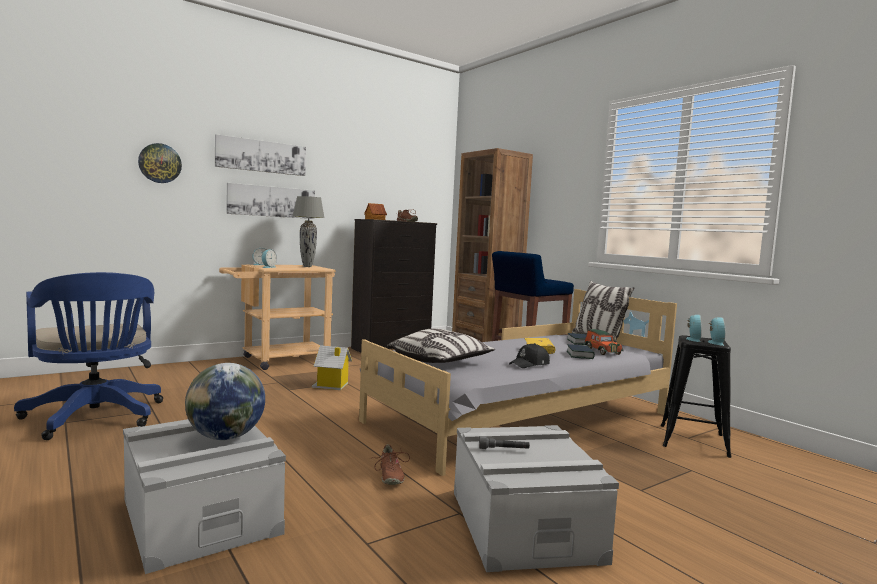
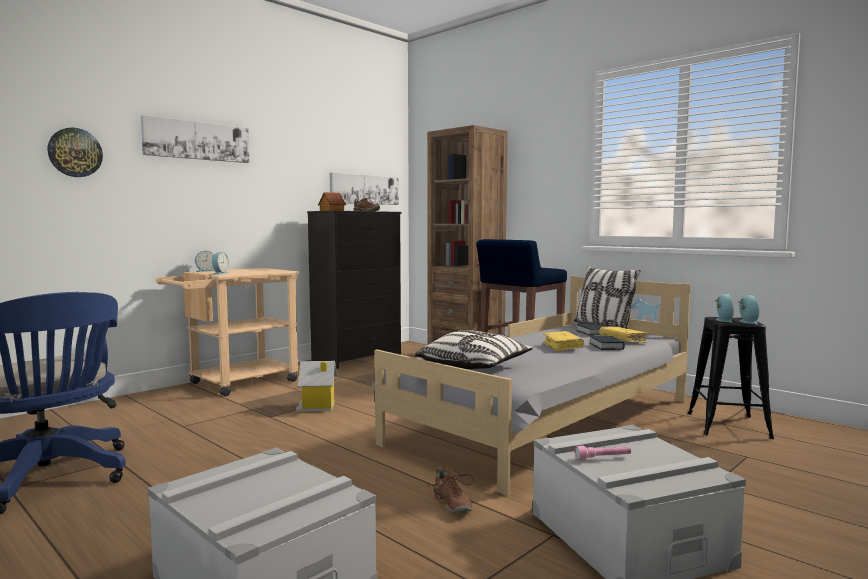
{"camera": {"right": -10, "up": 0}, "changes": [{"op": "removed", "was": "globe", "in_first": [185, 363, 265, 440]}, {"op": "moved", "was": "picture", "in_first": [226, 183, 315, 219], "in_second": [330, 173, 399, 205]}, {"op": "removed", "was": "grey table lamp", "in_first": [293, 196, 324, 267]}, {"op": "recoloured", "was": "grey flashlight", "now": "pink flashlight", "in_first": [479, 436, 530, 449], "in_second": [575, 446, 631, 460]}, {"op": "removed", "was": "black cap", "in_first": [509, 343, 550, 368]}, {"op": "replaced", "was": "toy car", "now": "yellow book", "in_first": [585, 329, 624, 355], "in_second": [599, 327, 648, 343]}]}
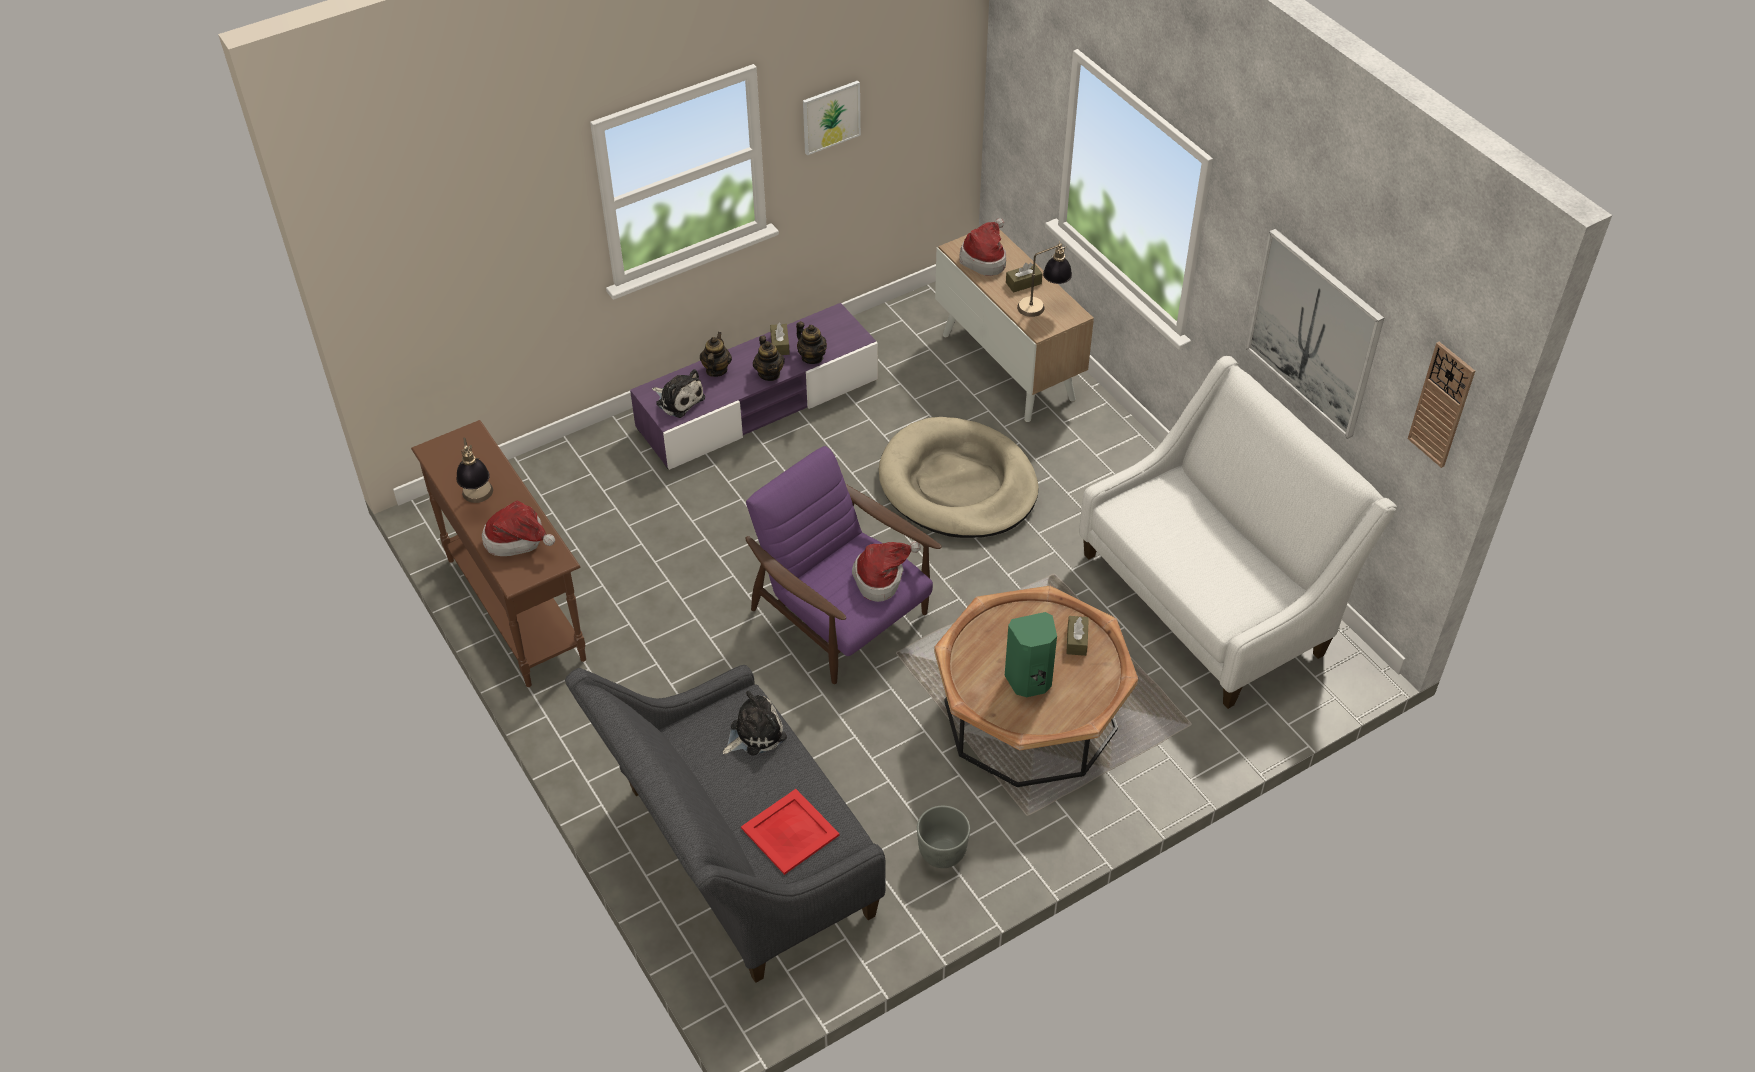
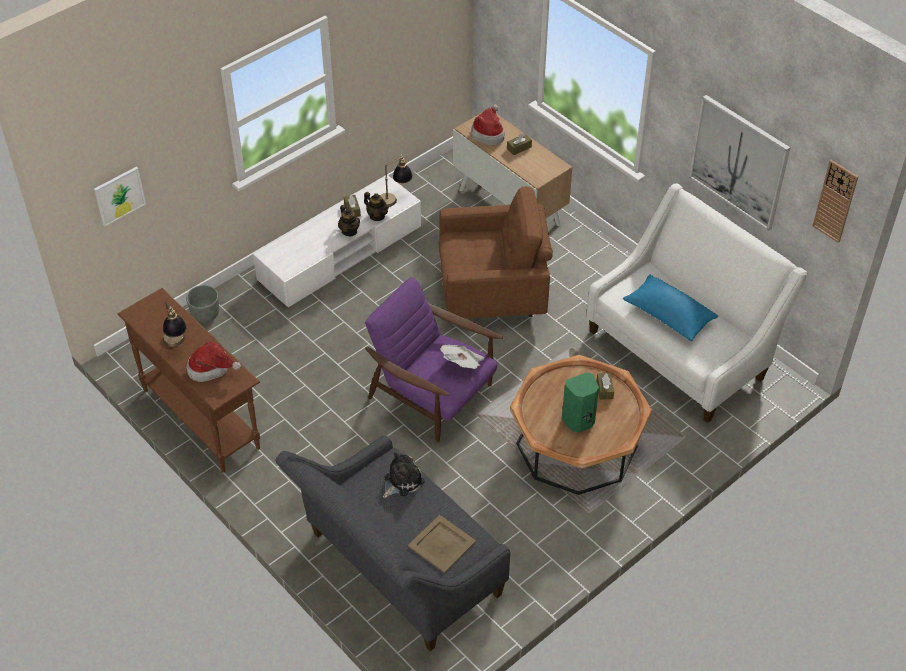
{"camera": {"right": -10, "up": 0}, "changes": [{"op": "recoloured", "was": "purple tv stand", "now": "white tv stand", "in_first": [630, 303, 878, 470], "in_second": [253, 176, 421, 307]}, {"op": "removed", "was": "plush toy", "in_first": [652, 369, 705, 418]}, {"op": "removed", "was": "teapot", "in_first": [700, 332, 732, 377]}, {"op": "recoloured", "was": "red tray", "now": "beige tray", "in_first": [741, 789, 840, 875], "in_second": [408, 515, 476, 573]}, {"op": "moved", "was": "picture", "in_first": [803, 81, 861, 155], "in_second": [94, 167, 146, 226]}, {"op": "replaced", "was": "hat", "now": "newspaper", "in_first": [852, 542, 921, 602], "in_second": [440, 345, 485, 369]}, {"op": "replaced", "was": "beige dog bed", "now": "brown armchair", "in_first": [879, 417, 1038, 538], "in_second": [439, 186, 553, 319]}, {"op": "moved", "was": "grey planter", "in_first": [917, 806, 970, 868], "in_second": [186, 285, 219, 323]}, {"op": "moved", "was": "table lamp", "in_first": [1017, 241, 1072, 317], "in_second": [380, 155, 413, 207]}, {"op": "added", "now": "blue pillow", "in_second": [623, 275, 718, 341]}]}
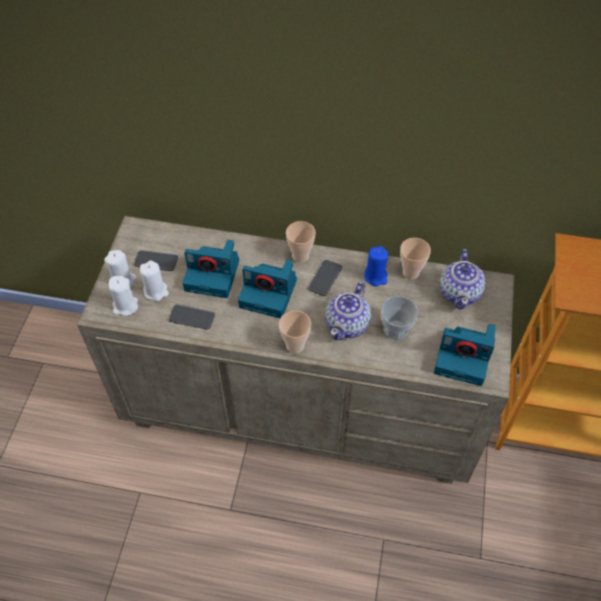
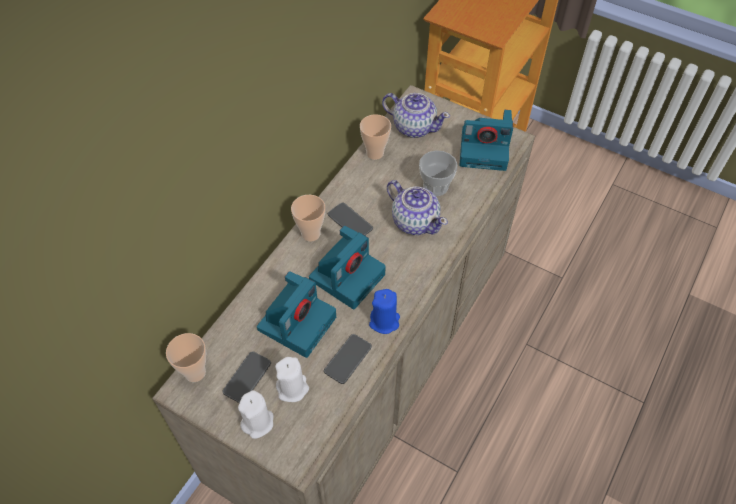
{"camera": {"right": -70, "up": 0}, "changes": [{"op": "removed", "was": "white candle", "in_first": [109, 276, 138, 316]}, {"op": "moved", "was": "cup", "in_first": [279, 311, 311, 354], "in_second": [166, 333, 206, 382]}, {"op": "moved", "was": "blue candle", "in_first": [364, 246, 388, 287], "in_second": [369, 289, 400, 334]}, {"op": "turned", "was": "photo camera", "in_first": [434, 324, 496, 386], "in_second": [460, 110, 513, 171], "clockwise": 60}]}
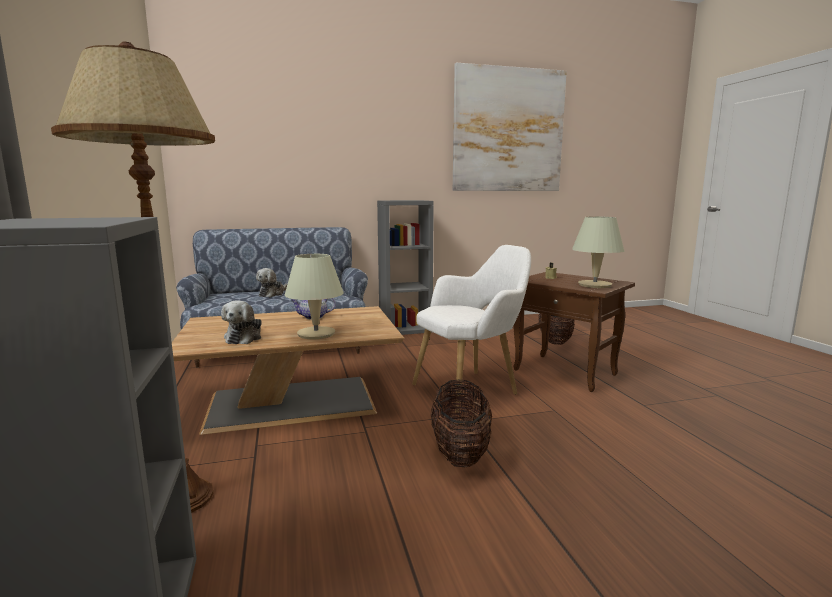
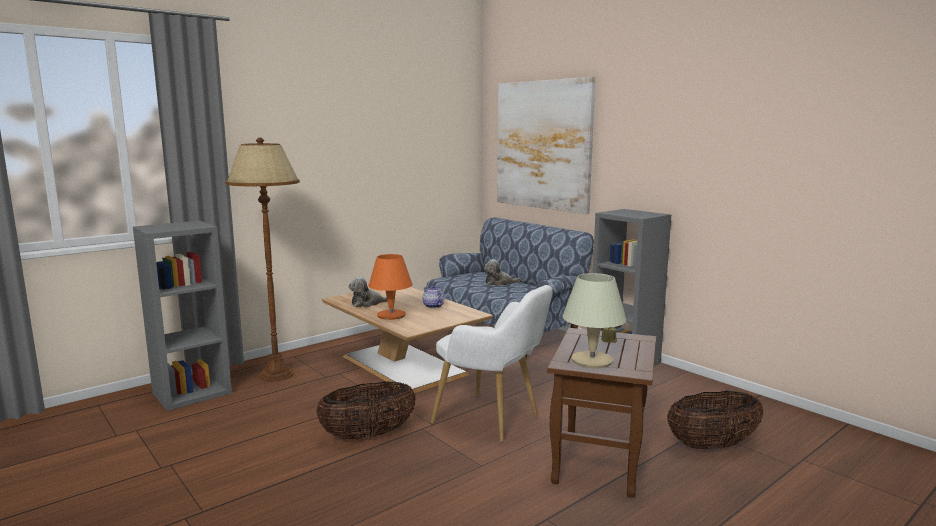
{"camera": {"right": 65, "up": 0}, "changes": [{"op": "recoloured", "was": "beige table lamp", "now": "orange table lamp", "in_first": [285, 254, 344, 339], "in_second": [368, 254, 413, 320]}, {"op": "moved", "was": "picture", "in_first": [453, 63, 567, 191], "in_second": [497, 77, 595, 214]}]}
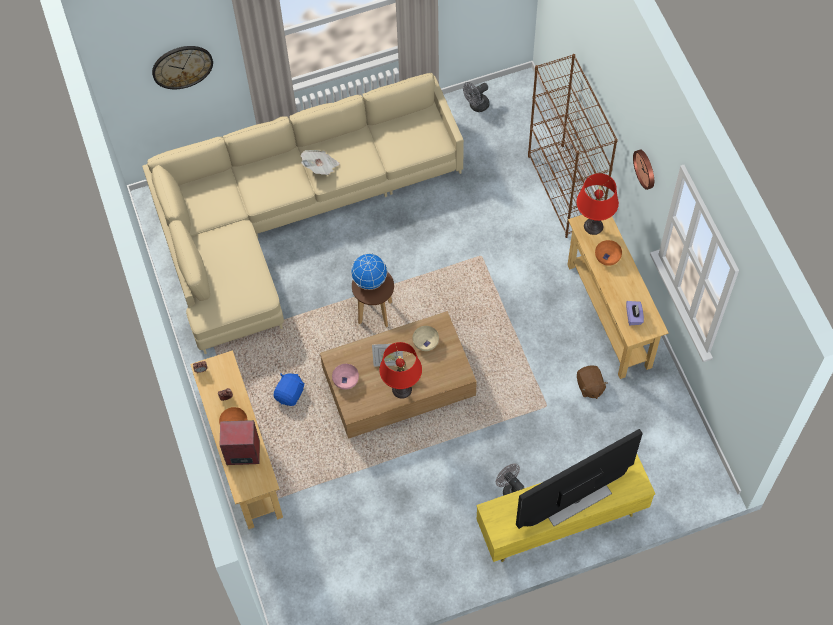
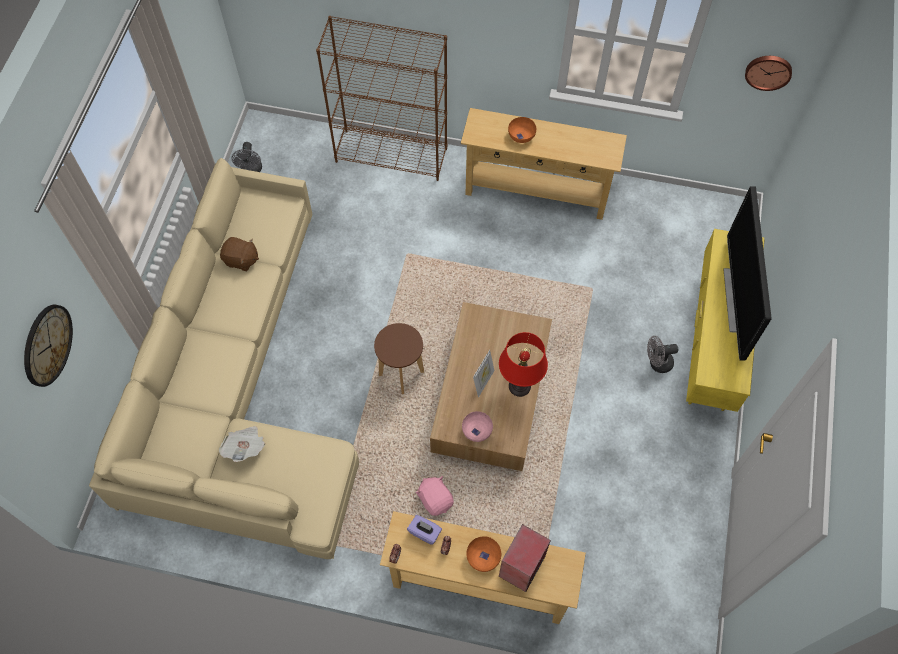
{"camera": {"right": -60, "up": 0}, "changes": [{"op": "recoloured", "was": "blue plush toy", "now": "pink plush toy", "in_first": [274, 373, 304, 406], "in_second": [416, 476, 454, 516]}, {"op": "moved", "was": "newspaper", "in_first": [301, 150, 340, 175], "in_second": [219, 426, 265, 462]}, {"op": "removed", "was": "globe", "in_first": [351, 253, 387, 290]}, {"op": "removed", "was": "beige bowl", "in_first": [412, 326, 439, 351]}, {"op": "removed", "was": "red table lamp", "in_first": [577, 173, 619, 235]}, {"op": "moved", "was": "brown plush toy", "in_first": [577, 366, 608, 399], "in_second": [220, 237, 259, 271]}, {"op": "moved", "was": "purple tissue box", "in_first": [626, 301, 644, 325], "in_second": [407, 515, 442, 545]}, {"op": "moved", "was": "wall clock", "in_first": [633, 149, 654, 190], "in_second": [745, 56, 792, 91]}]}
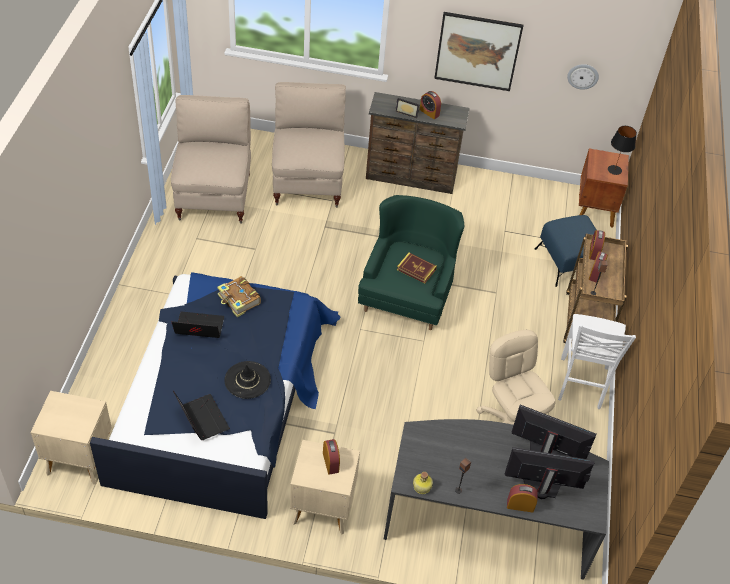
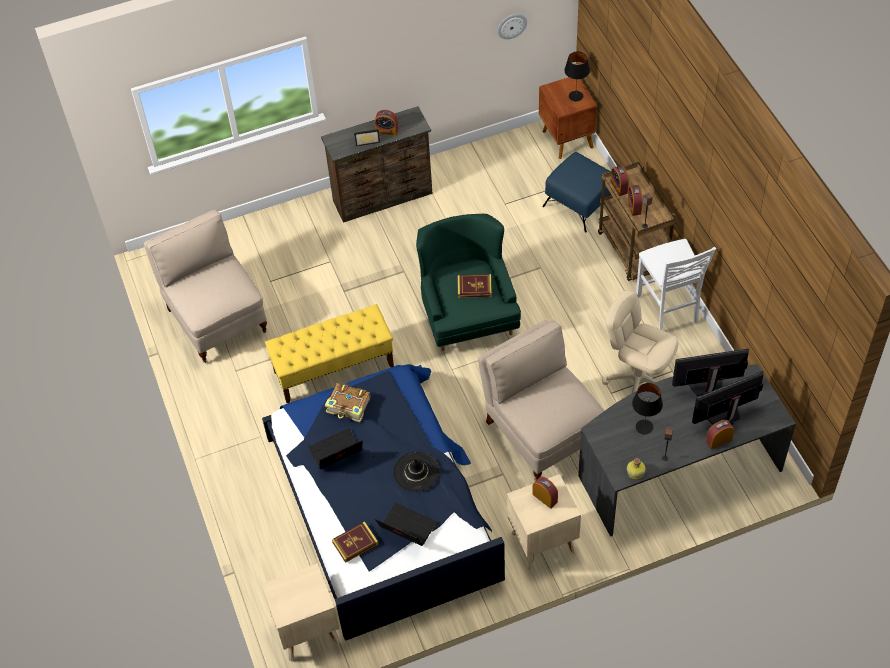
{"camera": {"right": -25, "up": 5}, "changes": [{"op": "moved", "was": "beige chair", "in_first": [272, 82, 346, 208], "in_second": [478, 320, 604, 481]}, {"op": "removed", "was": "picture", "in_first": [434, 12, 523, 91]}, {"op": "added", "now": "yellow bench", "in_second": [265, 304, 394, 403]}, {"op": "added", "now": "book", "in_second": [332, 521, 378, 563]}, {"op": "added", "now": "black table lamp", "in_second": [632, 383, 663, 434]}]}
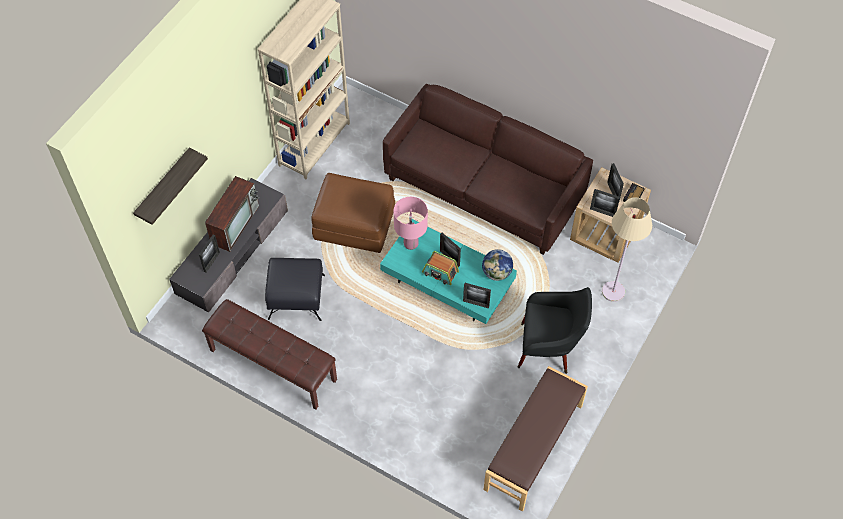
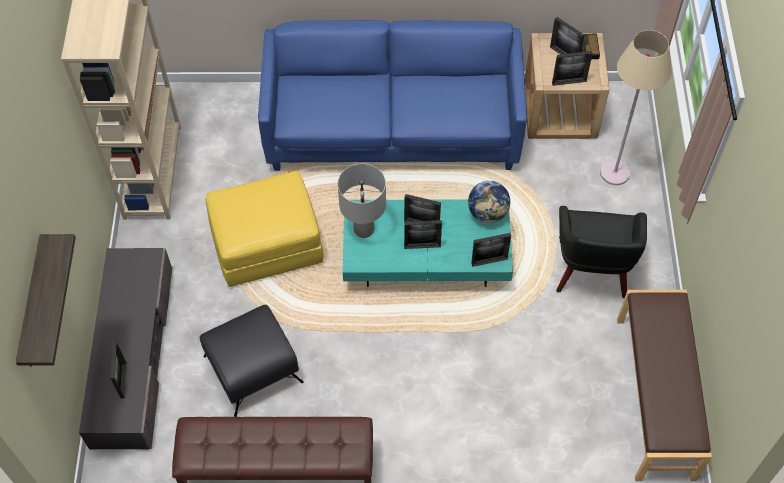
{"camera": {"right": -30, "up": 0}, "changes": [{"op": "removed", "was": "television", "in_first": [205, 176, 259, 252]}, {"op": "recoloured", "was": "brown ottoman", "now": "yellow ottoman", "in_first": [312, 173, 395, 253], "in_second": [206, 171, 324, 287]}, {"op": "recoloured", "was": "brown sofa", "now": "blue sofa", "in_first": [383, 84, 593, 255], "in_second": [258, 20, 527, 171]}, {"op": "recoloured", "was": "pink table lamp", "now": "grey table lamp", "in_first": [393, 197, 428, 250], "in_second": [338, 164, 386, 238]}, {"op": "replaced", "was": "radio", "now": "picture frame", "in_first": [422, 251, 459, 285], "in_second": [404, 220, 442, 249]}, {"op": "turned", "was": "black armchair", "in_first": [518, 287, 592, 374], "in_second": [556, 206, 647, 298], "clockwise": 120}]}
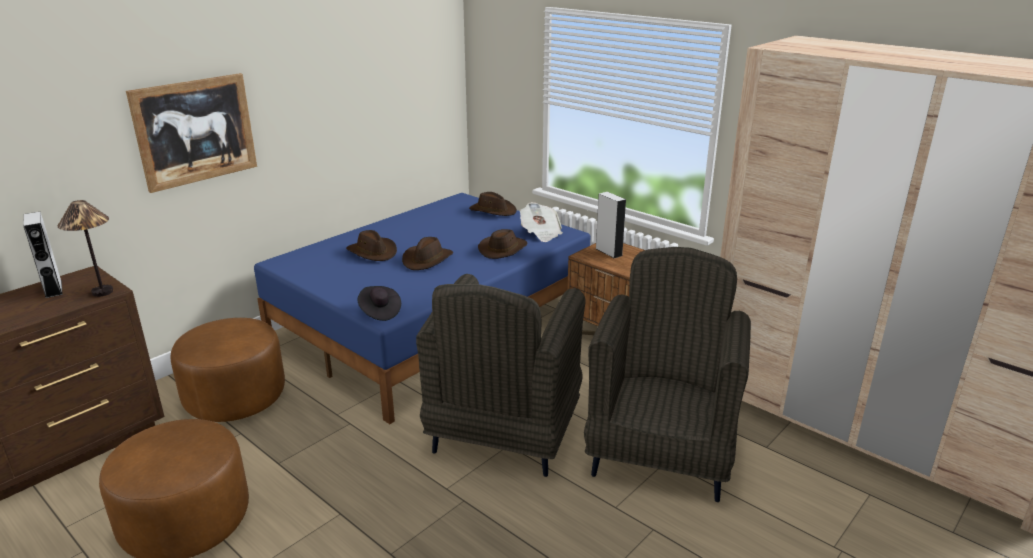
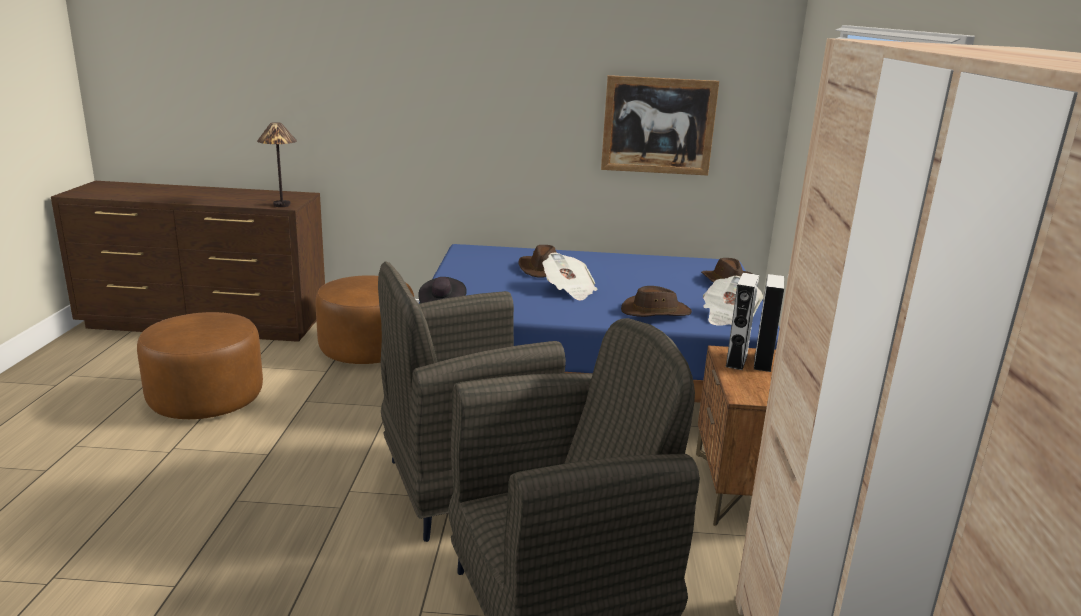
{"camera": {"right": 50, "up": -5}, "changes": [{"op": "moved", "was": "grey speaker", "in_first": [23, 211, 63, 298], "in_second": [725, 273, 759, 370]}, {"op": "moved", "was": "picture", "in_first": [126, 73, 257, 193], "in_second": [601, 75, 719, 176]}, {"op": "replaced", "was": "brown hat", "now": "newspaper", "in_first": [402, 237, 453, 270], "in_second": [542, 253, 598, 301]}]}
